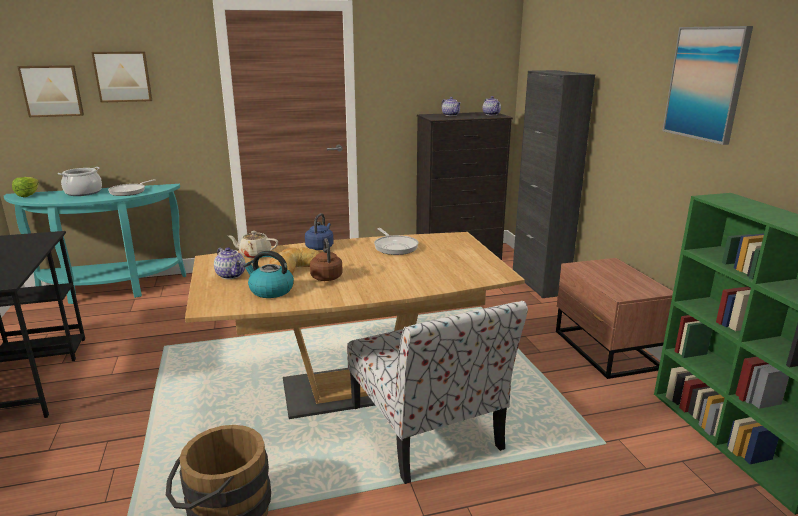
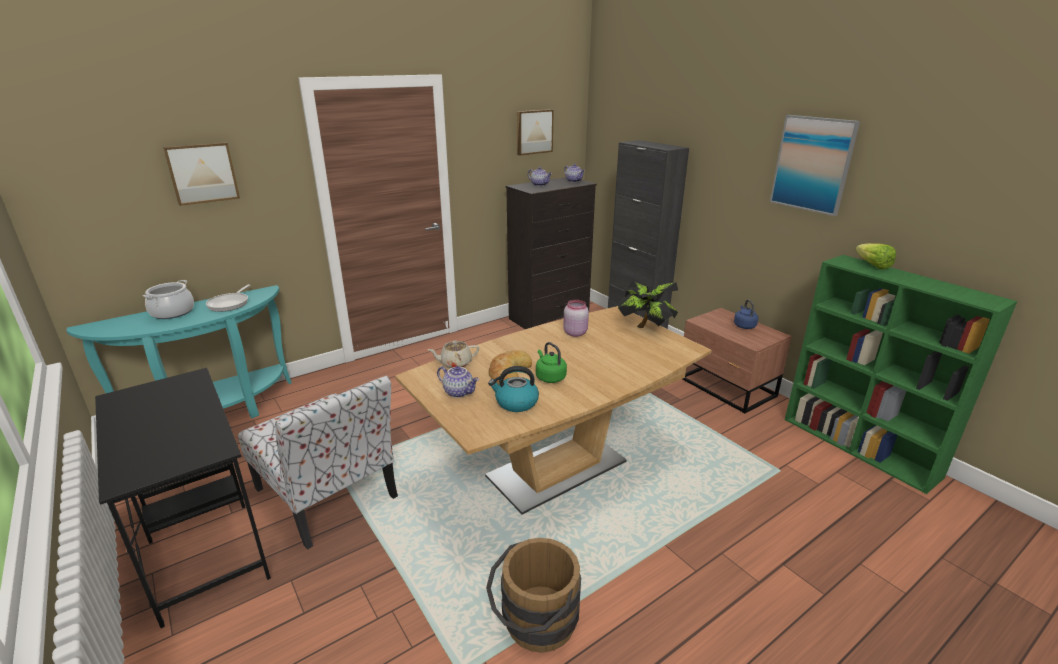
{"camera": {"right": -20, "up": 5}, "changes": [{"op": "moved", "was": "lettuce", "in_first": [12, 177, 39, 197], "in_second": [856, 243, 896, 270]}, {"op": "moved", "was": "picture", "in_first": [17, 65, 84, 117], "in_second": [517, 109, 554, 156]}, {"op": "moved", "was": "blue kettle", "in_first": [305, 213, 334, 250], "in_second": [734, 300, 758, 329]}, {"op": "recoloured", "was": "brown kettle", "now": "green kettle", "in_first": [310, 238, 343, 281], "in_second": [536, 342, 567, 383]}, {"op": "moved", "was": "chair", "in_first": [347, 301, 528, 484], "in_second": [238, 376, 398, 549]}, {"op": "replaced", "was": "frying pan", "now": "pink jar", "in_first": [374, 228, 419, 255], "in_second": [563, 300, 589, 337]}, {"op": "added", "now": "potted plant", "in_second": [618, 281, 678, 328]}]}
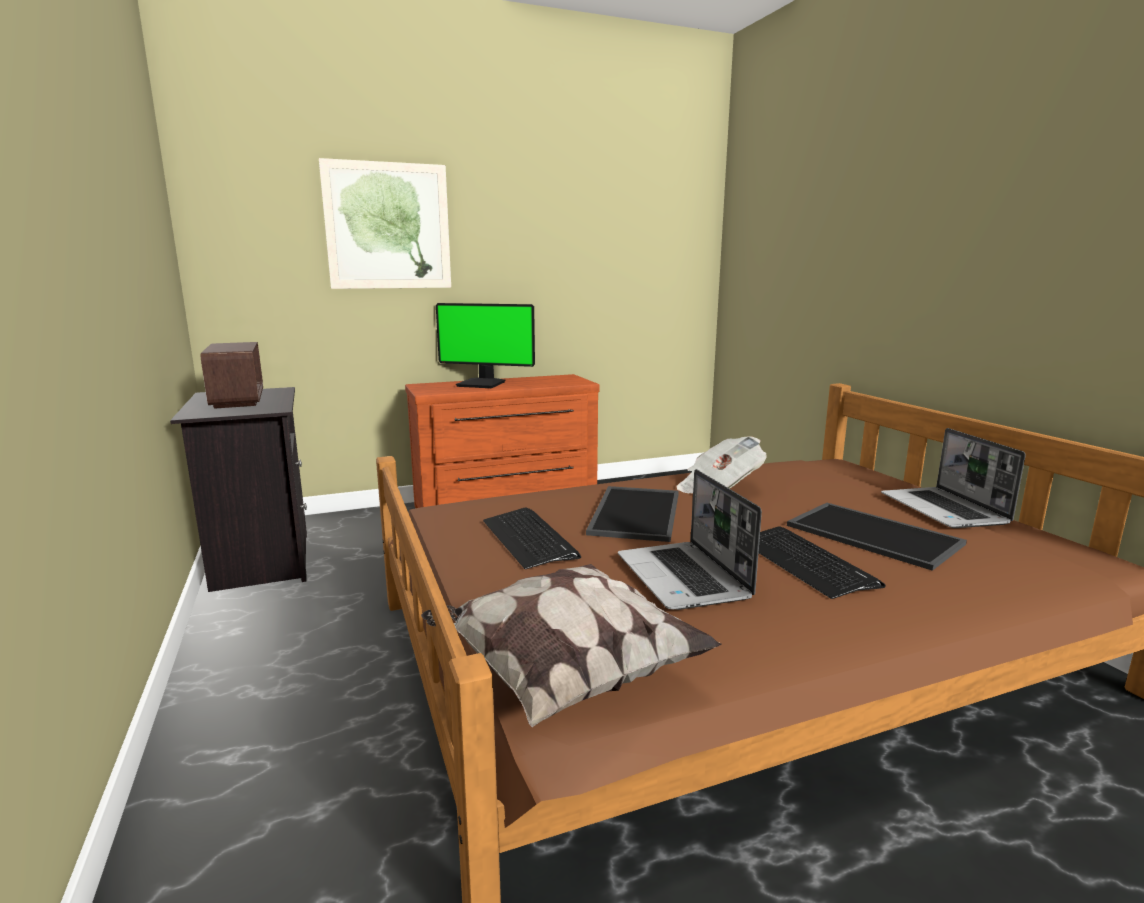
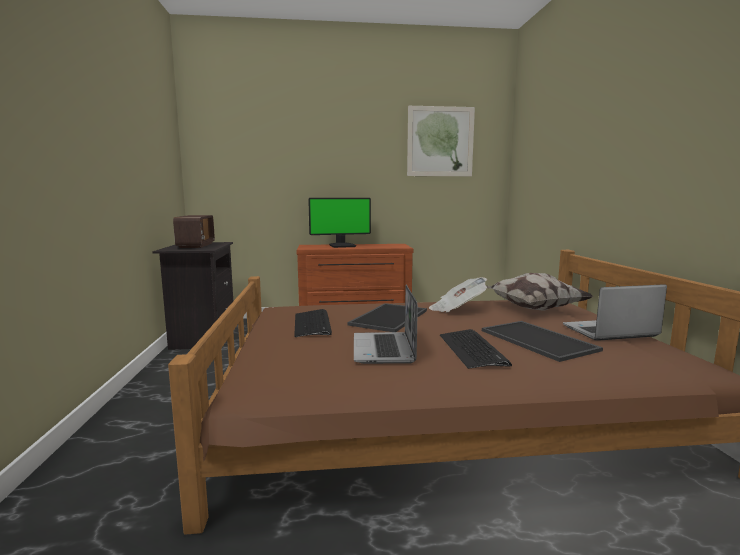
{"camera": {"right": 15, "up": -5}, "changes": [{"op": "moved", "was": "picture", "in_first": [319, 158, 451, 289], "in_second": [407, 106, 475, 176]}, {"op": "moved", "was": "pillow", "in_first": [421, 564, 722, 727], "in_second": [487, 273, 594, 311]}, {"op": "turned", "was": "monitor", "in_first": [436, 303, 535, 388], "in_second": [308, 198, 371, 248], "clockwise": -45}, {"op": "turned", "was": "laptop", "in_first": [881, 428, 1026, 528], "in_second": [563, 284, 667, 341], "clockwise": 75}]}
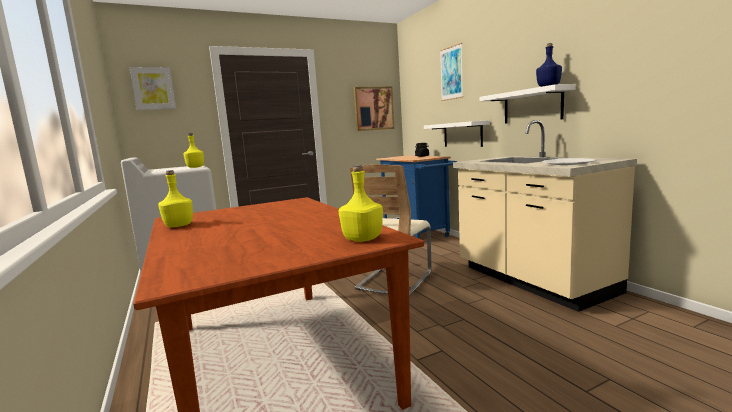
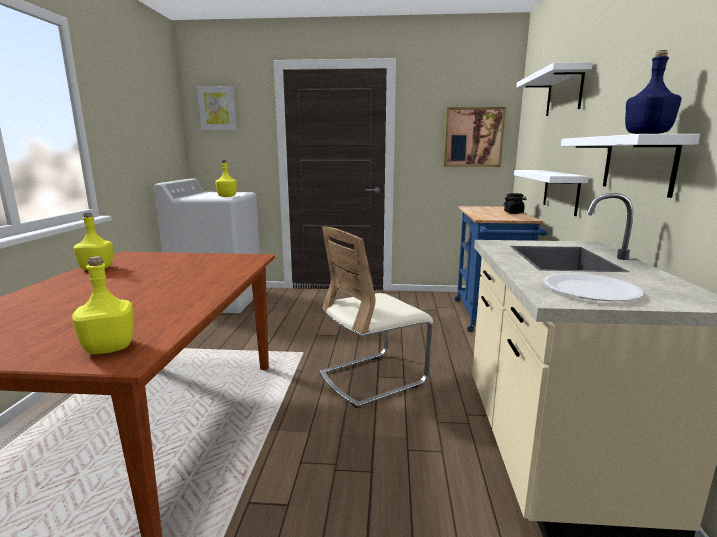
{"camera": {"right": 30, "up": 5}, "changes": [{"op": "replaced", "was": "picture", "now": "white shelf", "in_first": [440, 43, 463, 101], "in_second": [516, 62, 593, 116]}]}
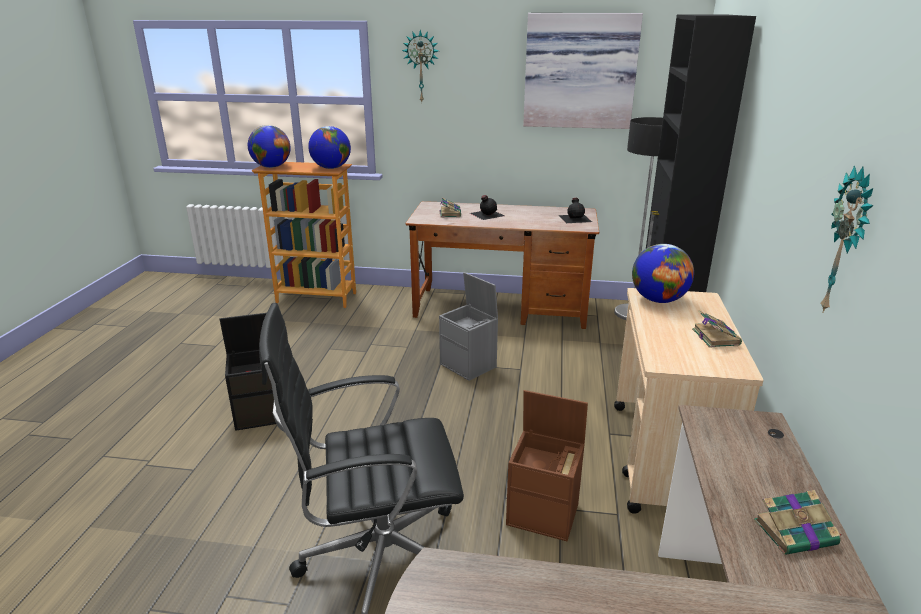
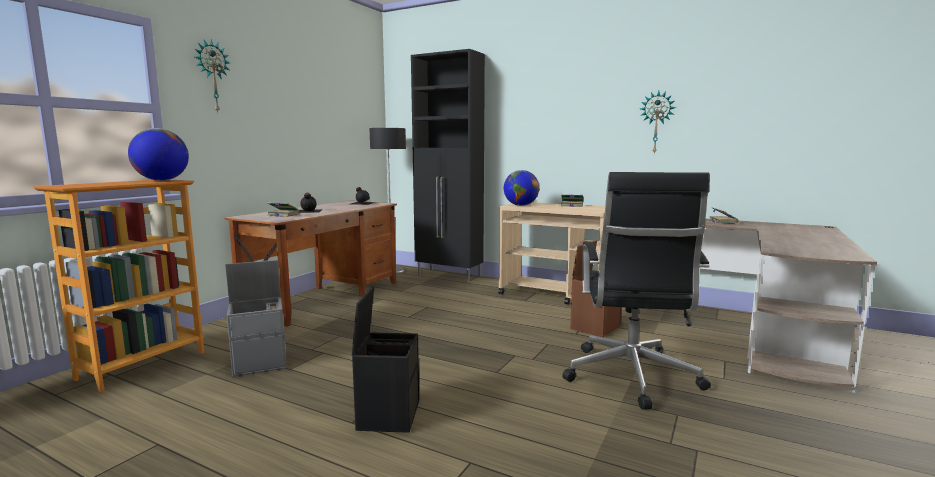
{"camera": {"right": -70, "up": -15}, "changes": [{"op": "removed", "was": "globe", "in_first": [248, 125, 291, 168]}, {"op": "moved", "was": "grey storage box", "in_first": [439, 272, 498, 381], "in_second": [225, 260, 287, 377]}, {"op": "removed", "was": "picture", "in_first": [523, 13, 643, 129]}]}
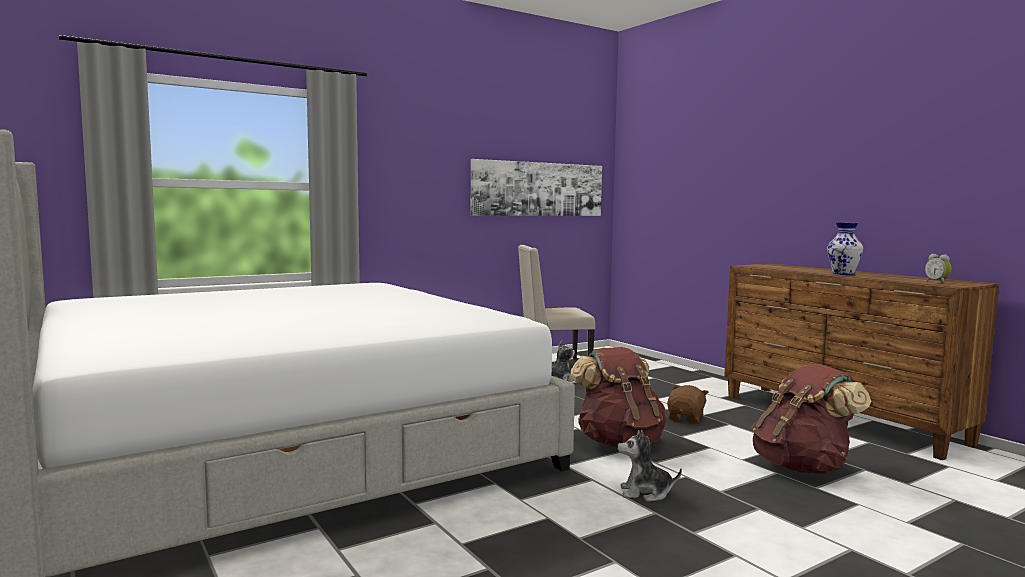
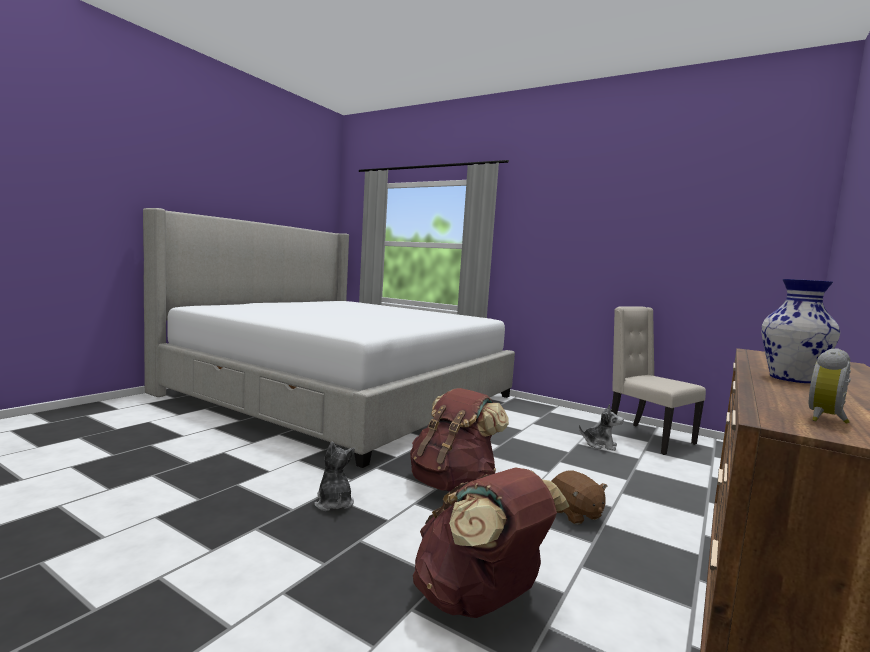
{"camera": {"right": 65, "up": 0}, "changes": [{"op": "removed", "was": "picture", "in_first": [471, 159, 602, 216]}, {"op": "turned", "was": "brown plush toy", "in_first": [667, 385, 709, 423], "in_second": [551, 470, 607, 525], "clockwise": 60}]}
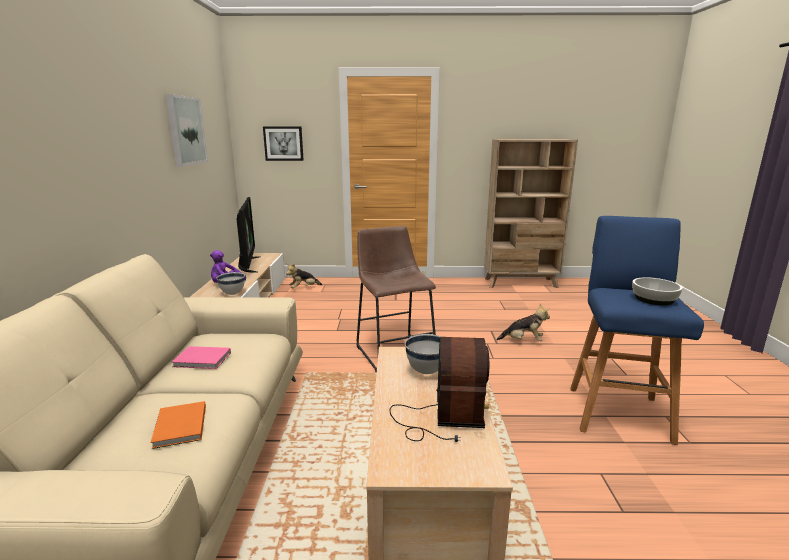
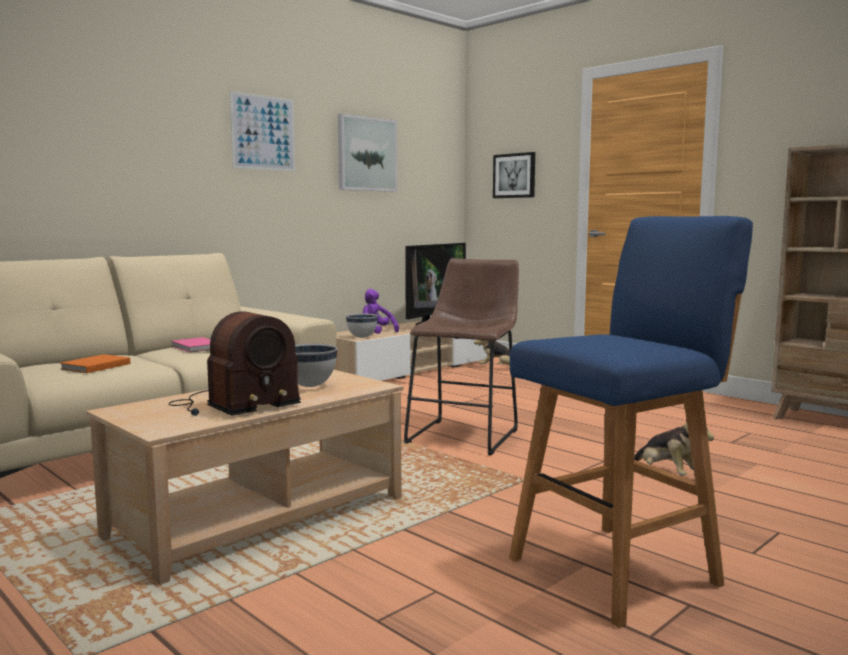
{"camera": {"right": 45, "up": -10}, "changes": [{"op": "removed", "was": "bowl", "in_first": [632, 277, 683, 306]}, {"op": "added", "now": "picture", "in_second": [230, 91, 295, 172]}]}
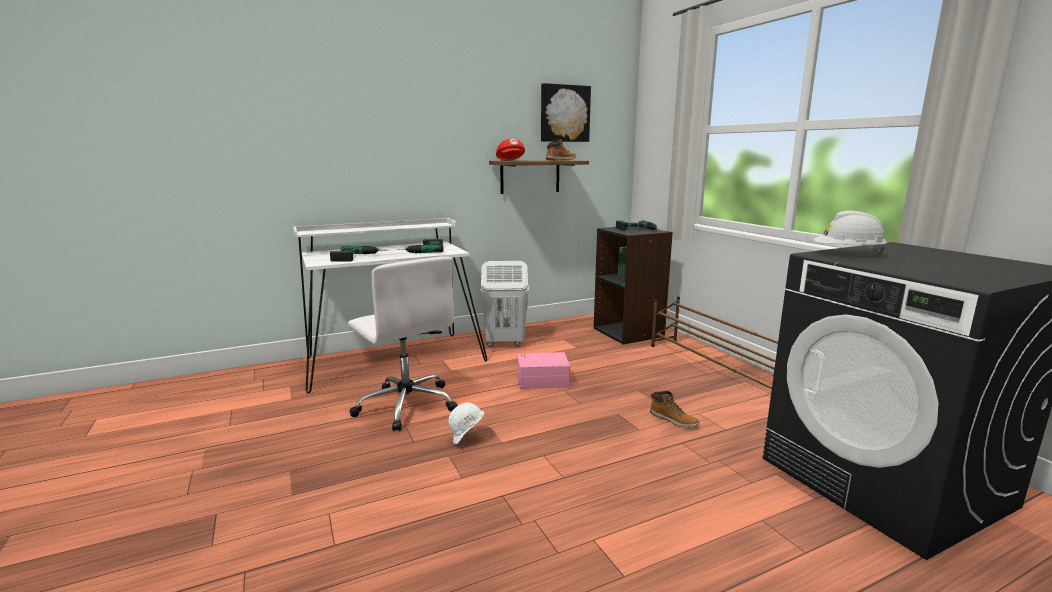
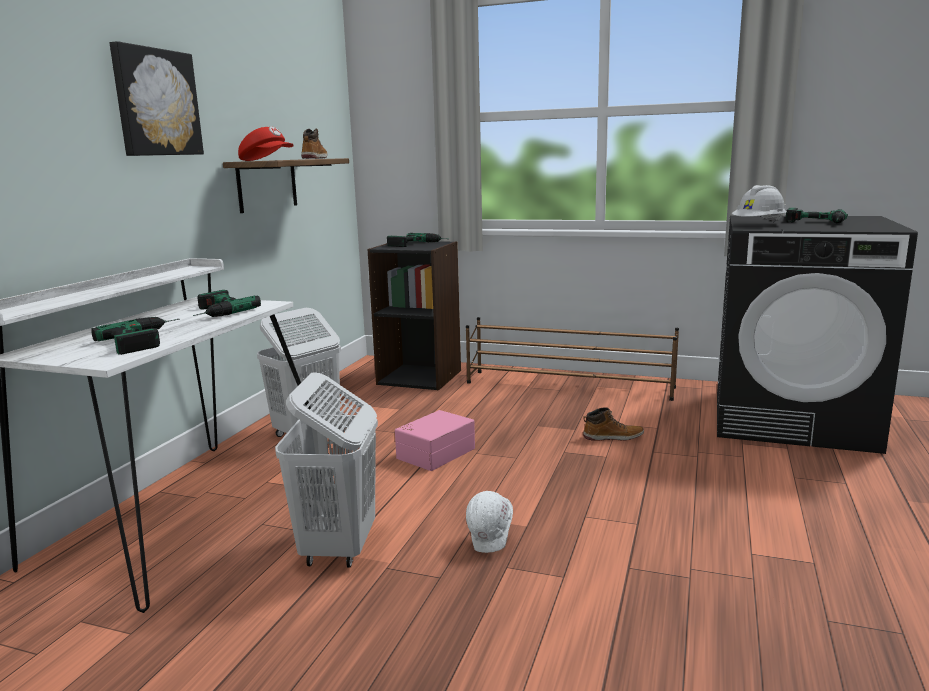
{"camera": {"right": -45, "up": 0}, "changes": [{"op": "replaced", "was": "white office chair", "now": "white laundry basket", "in_first": [348, 257, 457, 431], "in_second": [275, 372, 378, 567]}, {"op": "moved", "was": "picture", "in_first": [541, 83, 591, 142], "in_second": [109, 41, 204, 156]}, {"op": "added", "now": "power drill", "in_second": [785, 208, 848, 224]}]}
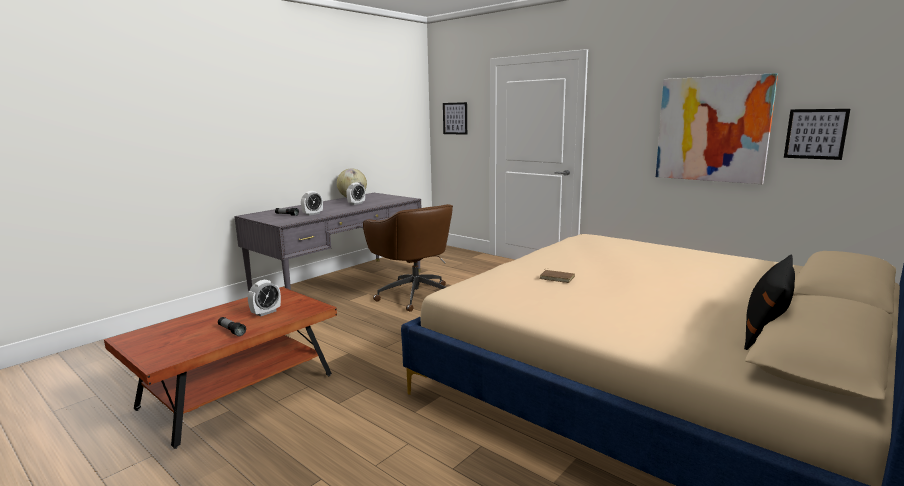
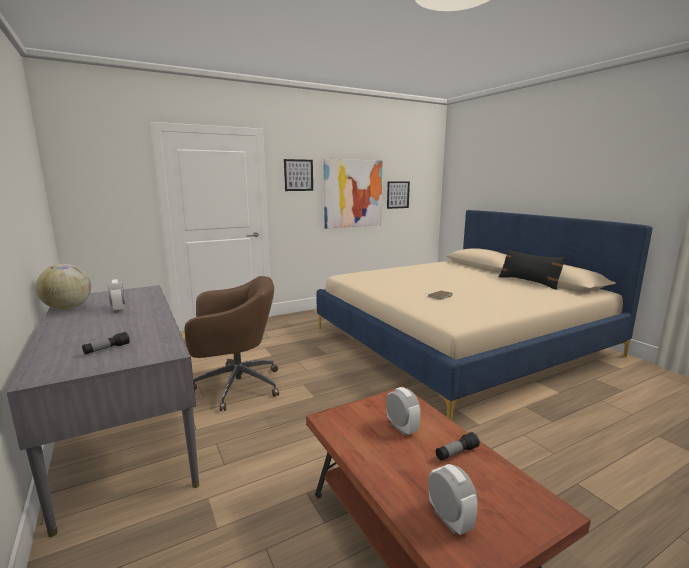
{"camera": {"right": -70, "up": 0}, "changes": [{"op": "moved", "was": "alarm clock", "in_first": [301, 191, 323, 216], "in_second": [428, 464, 478, 535]}, {"op": "moved", "was": "picture", "in_first": [443, 102, 467, 135], "in_second": [284, 159, 313, 191]}]}
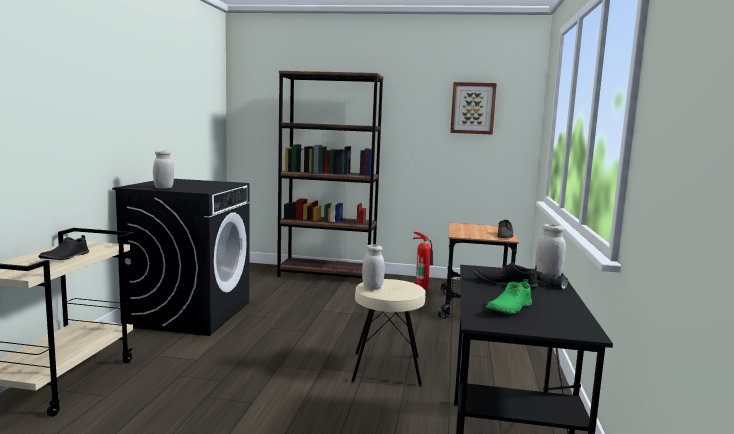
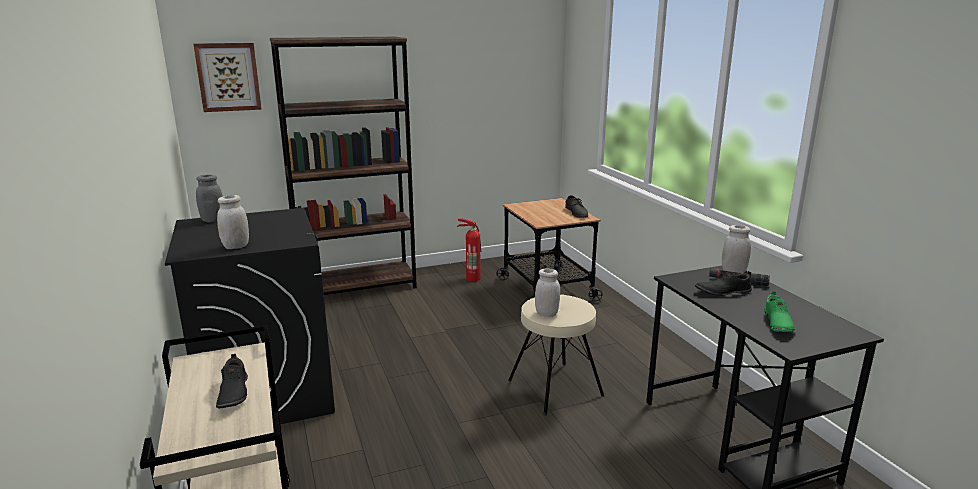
{"camera": {"right": -30, "up": 10}, "changes": [{"op": "moved", "was": "picture", "in_first": [450, 82, 497, 135], "in_second": [193, 43, 262, 112]}, {"op": "added", "now": "grey jar", "in_second": [196, 175, 223, 222]}]}
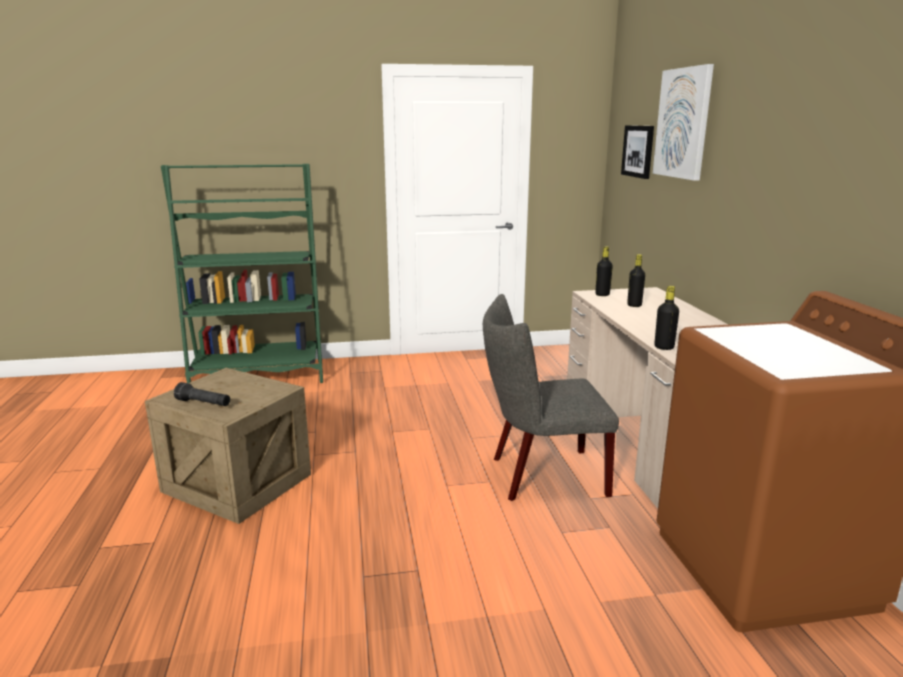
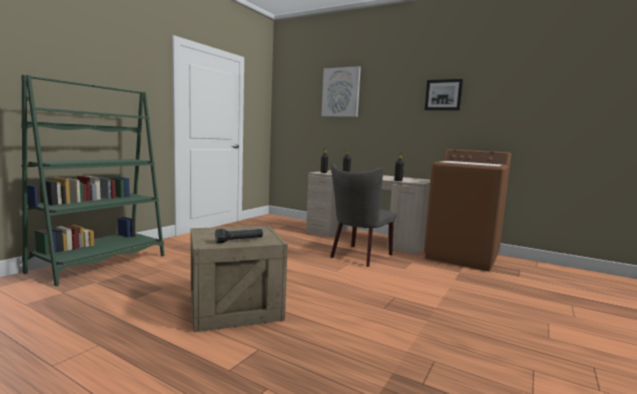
{"camera": {"right": -50, "up": -10}, "changes": [{"op": "moved", "was": "picture", "in_first": [621, 125, 654, 179], "in_second": [425, 79, 463, 110]}]}
